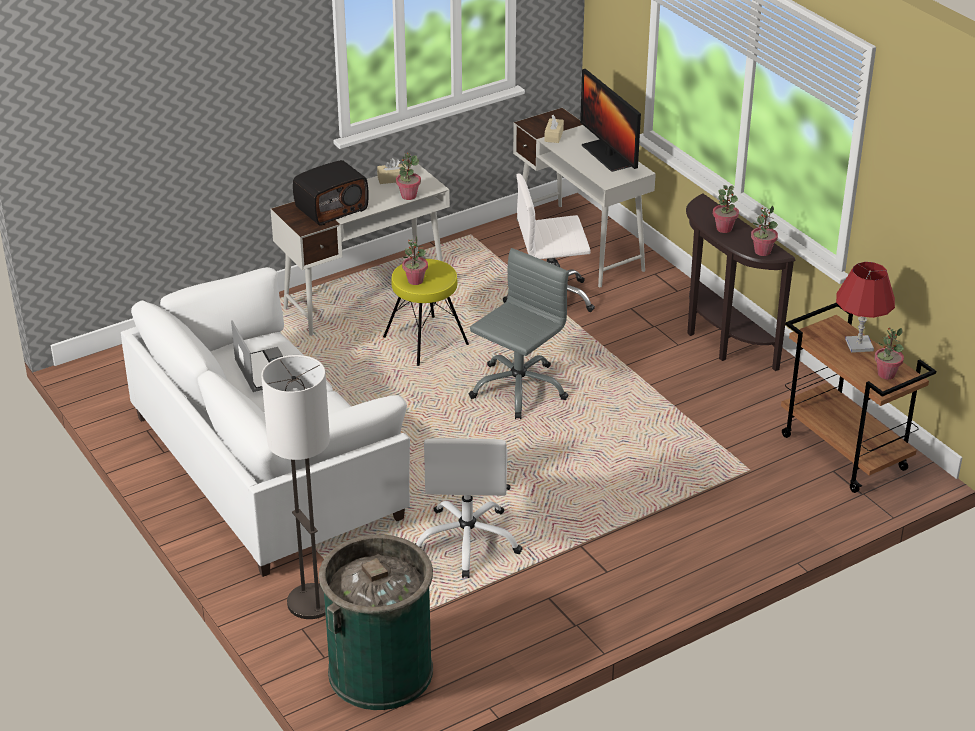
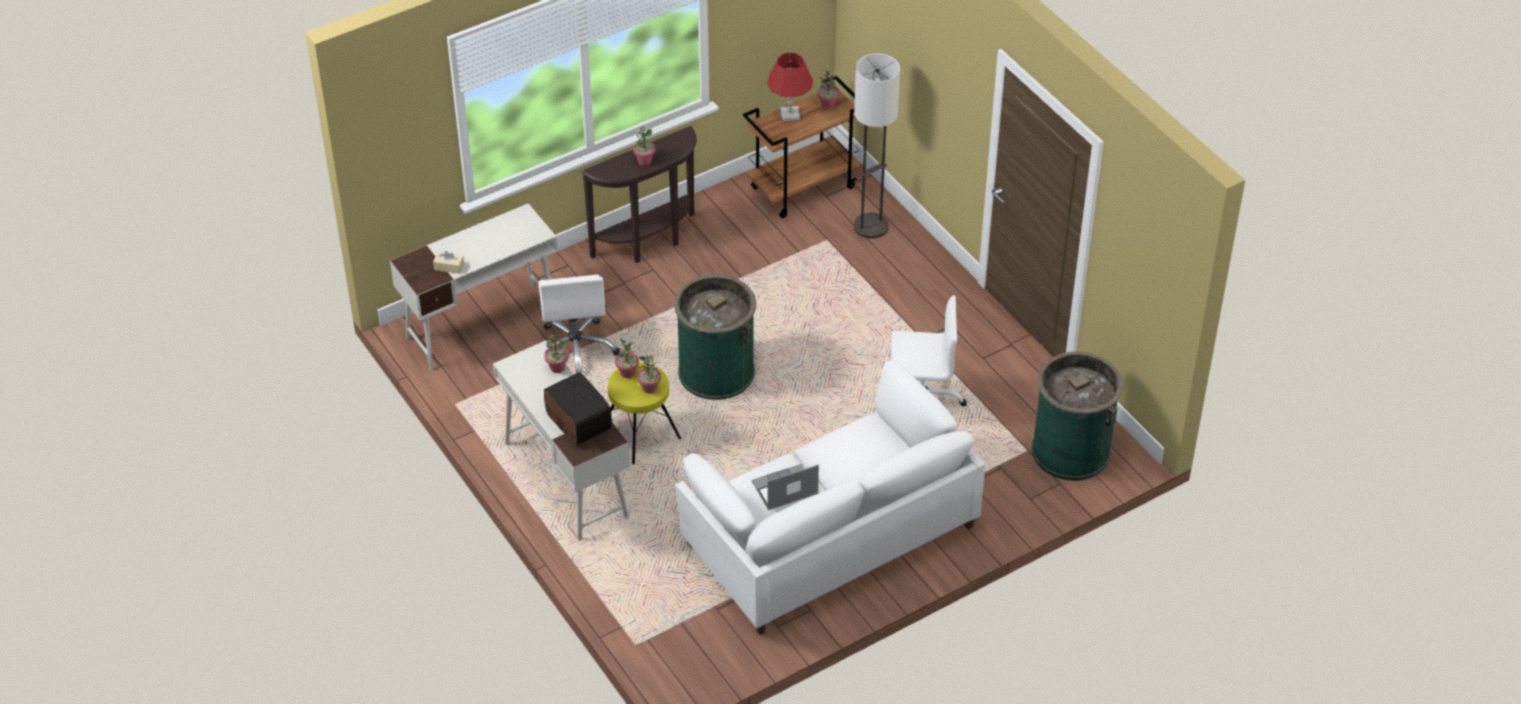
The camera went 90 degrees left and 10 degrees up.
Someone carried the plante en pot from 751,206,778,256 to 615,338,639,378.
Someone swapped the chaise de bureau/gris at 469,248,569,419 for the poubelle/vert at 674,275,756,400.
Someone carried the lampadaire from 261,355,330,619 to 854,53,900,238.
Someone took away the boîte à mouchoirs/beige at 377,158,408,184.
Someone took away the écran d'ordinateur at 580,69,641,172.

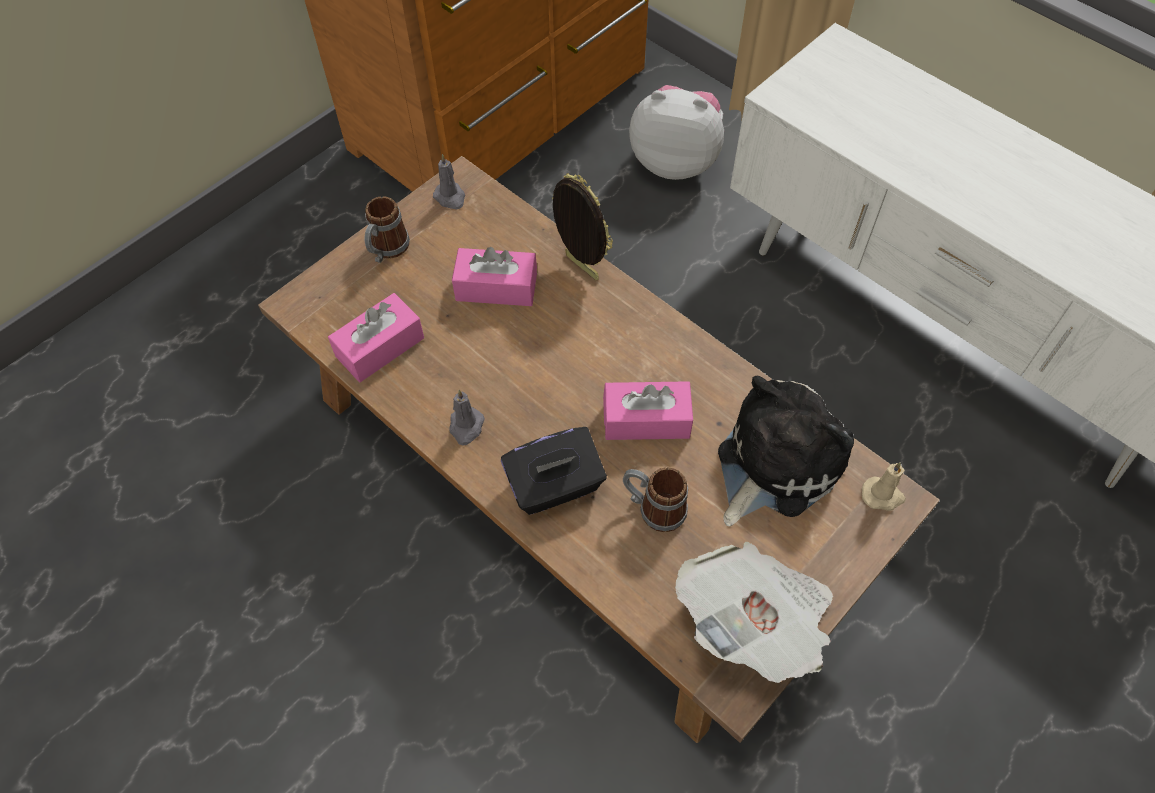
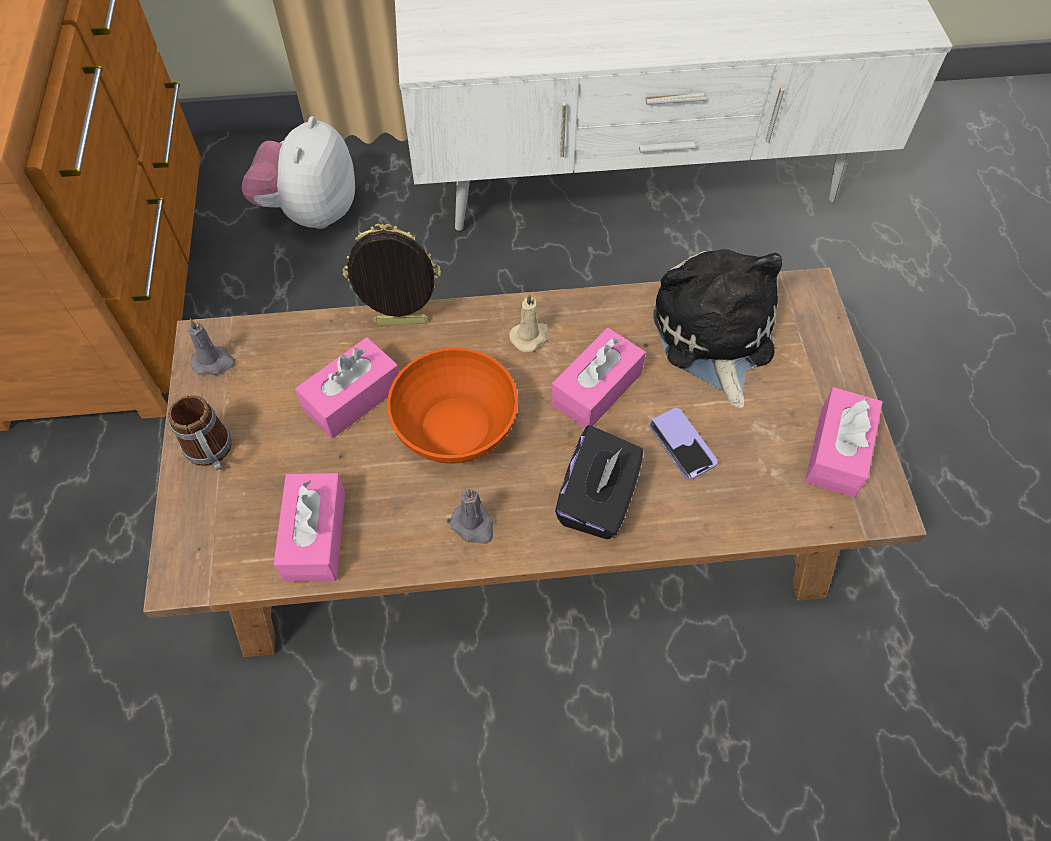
The camera went 50 degrees left and 0 degrees up.
Someone rotated the peluche at 629,85,724,180 by 45 degrees counterclockwise.
Someone put down the bol/orange at 387,348,518,464.
Someone carried the bougie/beige from 862,462,906,511 to 509,293,549,352.
Someone swapped the mug at 623,467,688,532 for the téléphone at 649,408,717,480.
Someone swapped the journal at 675,542,833,683 for the boîte à mouchoirs/rose at 805,387,883,497.

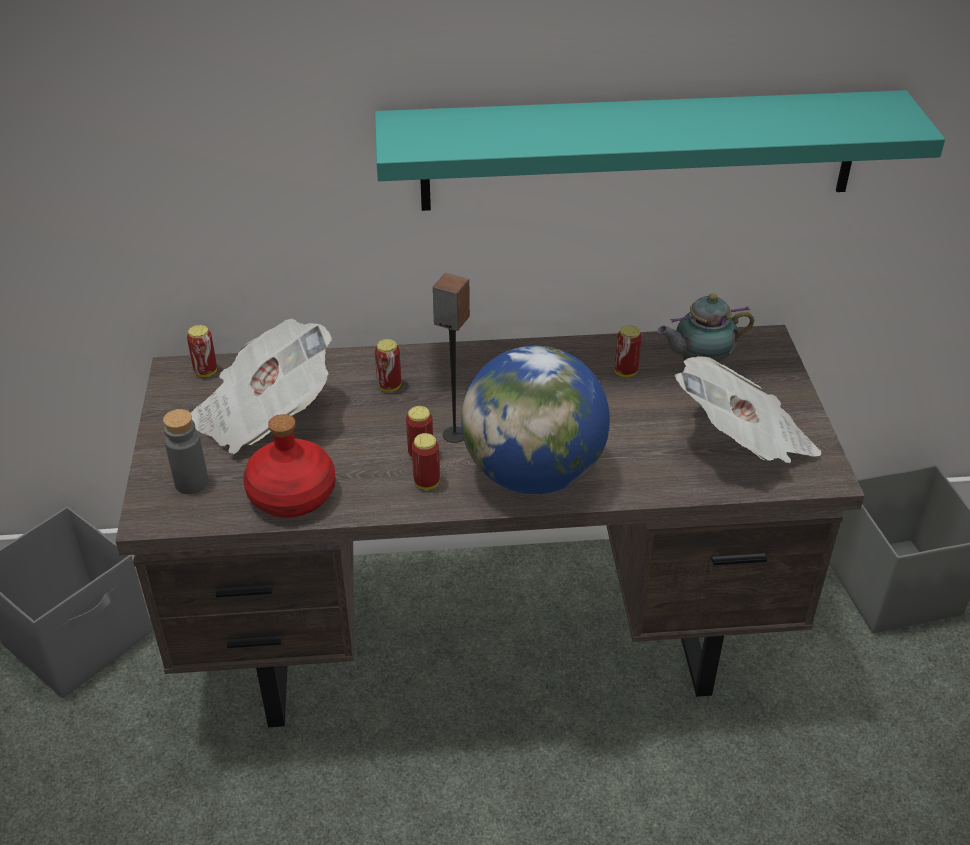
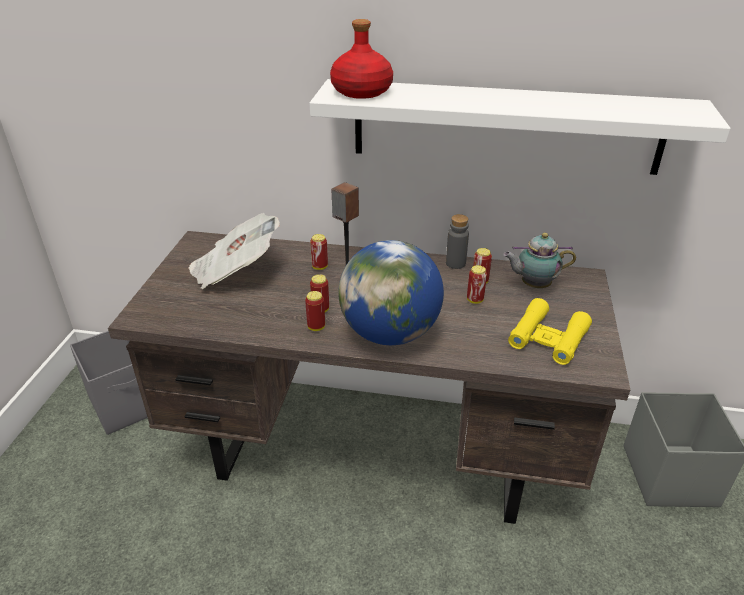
The camera went 15 degrees right and 5 degrees down.
Someone repainted the étagère/turquoise at 375,90,945,211, which became the étagère/blanc at 310,79,731,175.
Someone carried the bouteille/rouge from 243,414,336,517 to 330,19,393,99.
Someone carried the bouteille/gris from 163,409,209,494 to 446,214,469,269.
Someone carried the boîte métallique from 187,325,217,377 to 467,265,487,304.
Someone swapped the journal at 674,356,821,463 for the jumelles/jaune at 508,298,592,365.

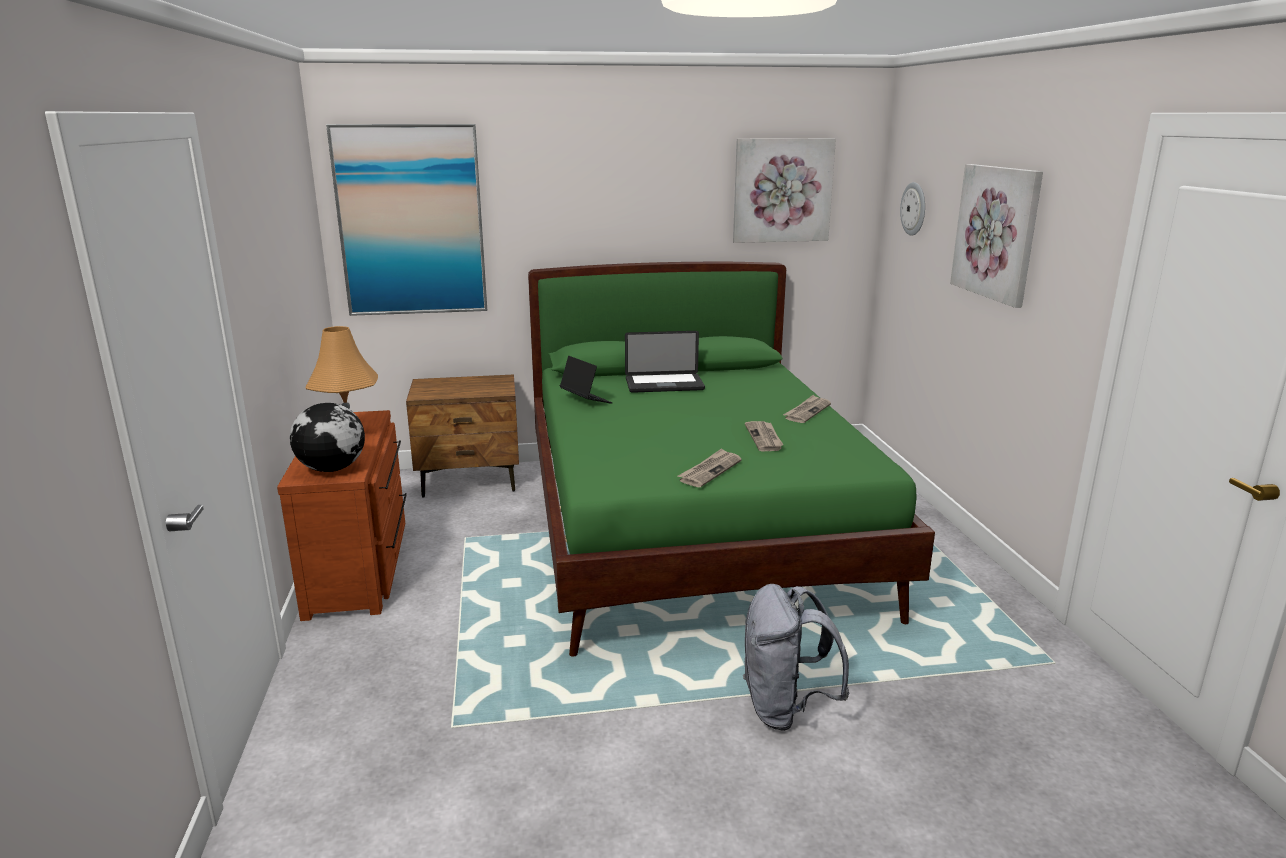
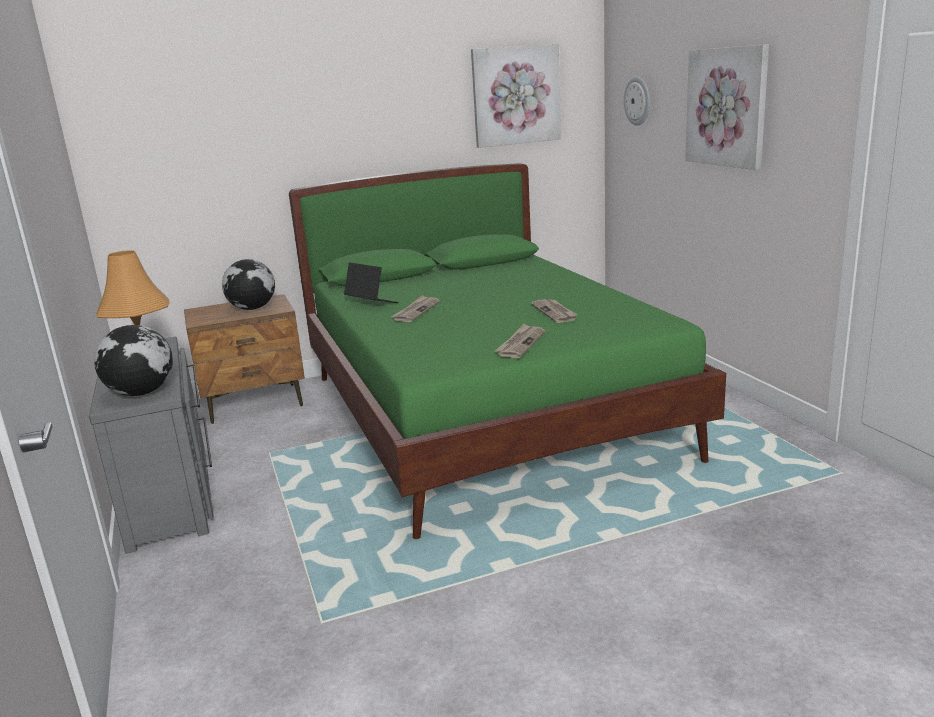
The camera went 10 degrees left and 0 degrees up.
Someone repainted the commode/marron at 277,410,407,621, which became the commode/gris at 89,336,214,554.
Someone put down the globe at 222,259,275,310.
Someone carried the journal from 783,395,831,423 to 391,295,440,322.
Someone took away the tableau at 326,124,487,316.
Someone took away the ordinateur portable at 625,331,705,393.
Someone took away the sac à dos/gris at 743,584,849,731.

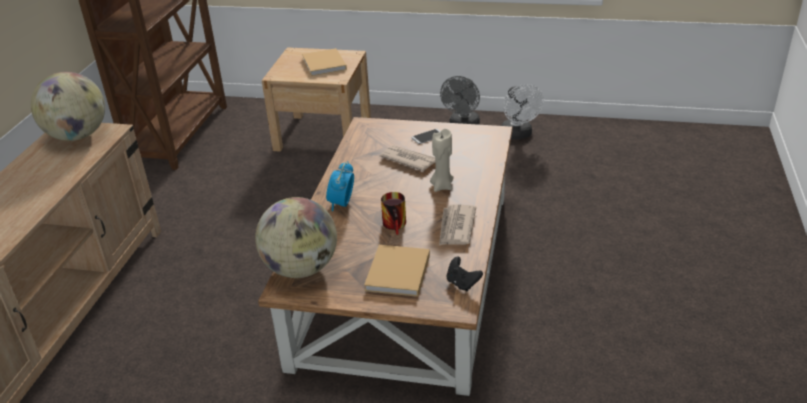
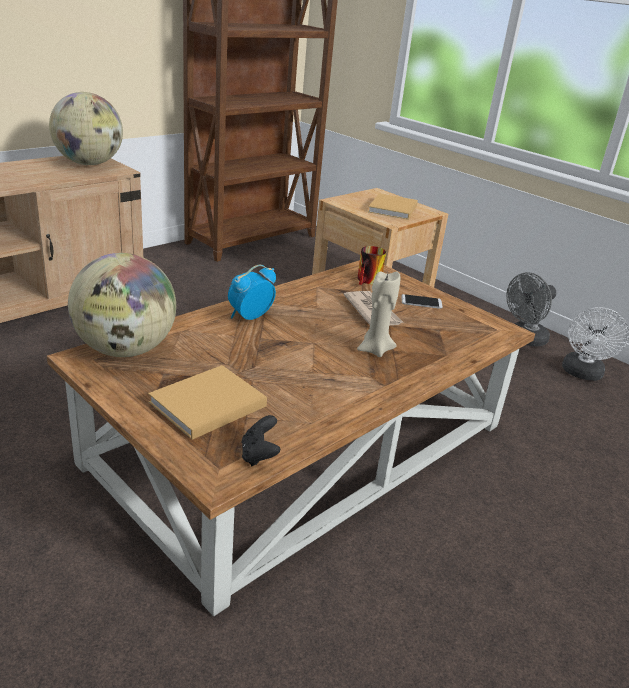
The camera went 30 degrees right and 5 degrees down.
Someone carried the mug from 381,192,406,235 to 358,246,386,285.
Someone took away the journal at 439,205,476,245.

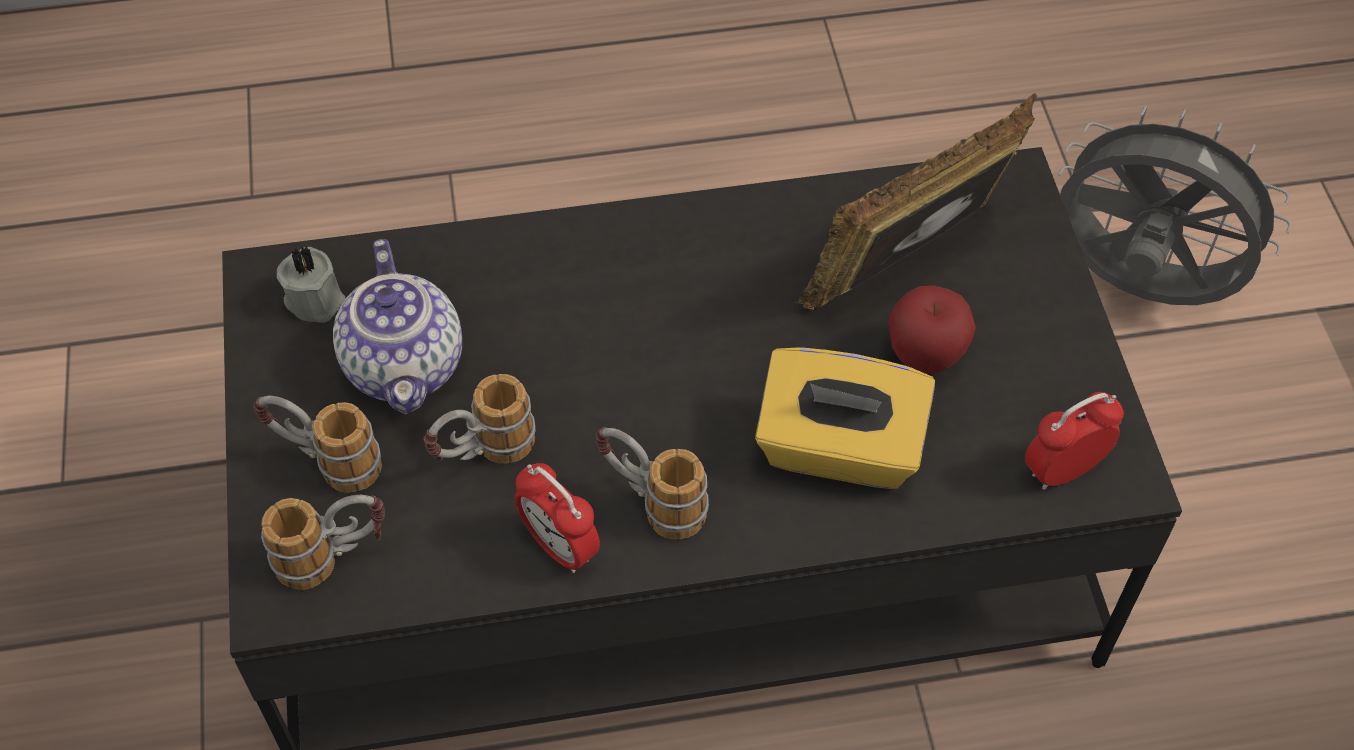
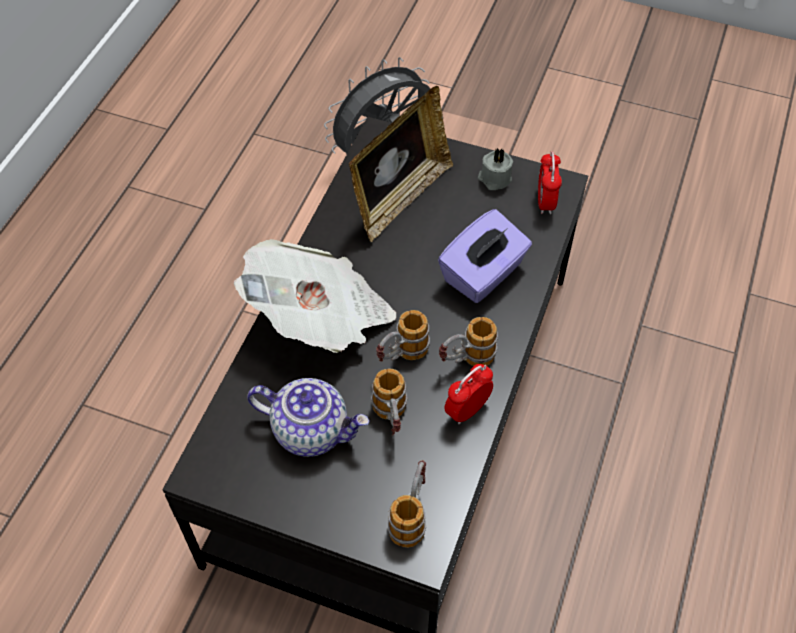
The camera went 60 degrees left and 0 degrees up.
Someone put down the journal at 234,239,396,353.
Someone rotated the cadre photo at 794,93,1037,310 by 135 degrees counterclockwise.
Someone carried the mug from 254,395,382,493 to 376,310,430,362.
Someone repainted the boîte à mouchoirs/jaune at 755,347,935,489, which became the boîte à mouchoirs/violet at 438,209,532,303.
Someone rotated the réveil at 515,463,600,573 by 150 degrees clockwise.
Someone carried the bougie/gris from 277,245,346,323 to 478,148,513,190.
Someone took away the pomme at 888,286,976,374.

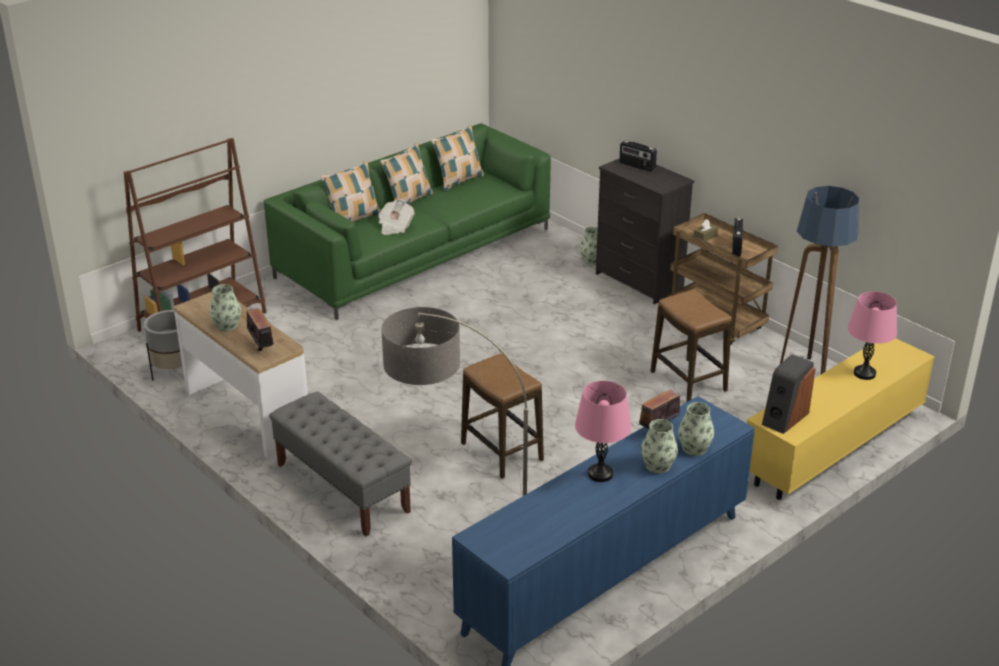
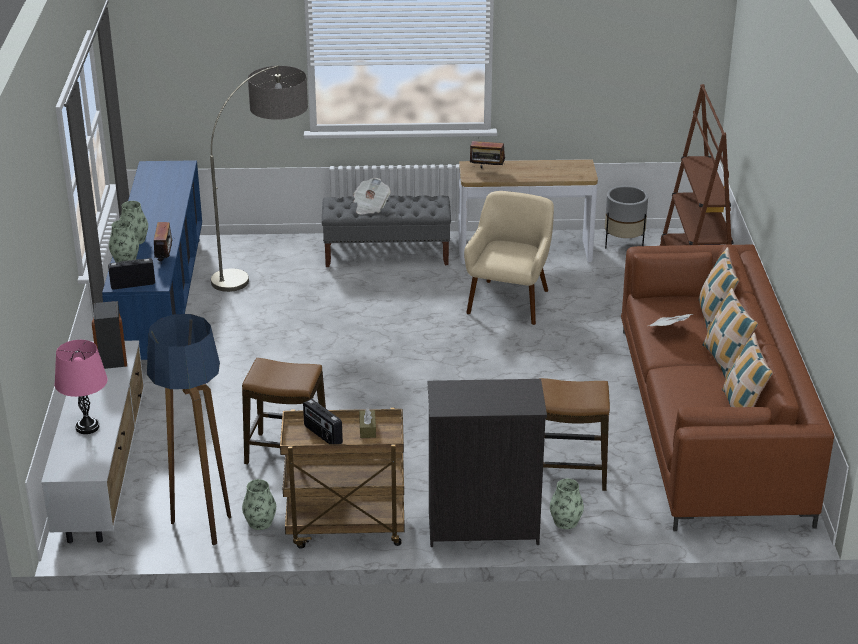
The camera went 130 degrees right and 0 degrees up.
Someone repainted the meuble télé/jaune at 747,338,935,500, which became the meuble télé/blanc at 41,341,145,543.
Someone carried the radio from 619,140,657,172 to 108,258,155,290.
Someone carried the vase from 209,284,241,331 to 242,479,276,530.
Someone put down the journal at 353,178,391,214.
Someone put down the fauteuil/beige at 464,191,554,325.
Someone carried the tabouret from 461,353,544,479 to 539,378,610,491.
Someone repainted the canapé/vert at 264,123,551,320, which became the canapé/marron at 621,244,834,531.
Someone took away the lampe de table/rose at 575,381,631,482.

